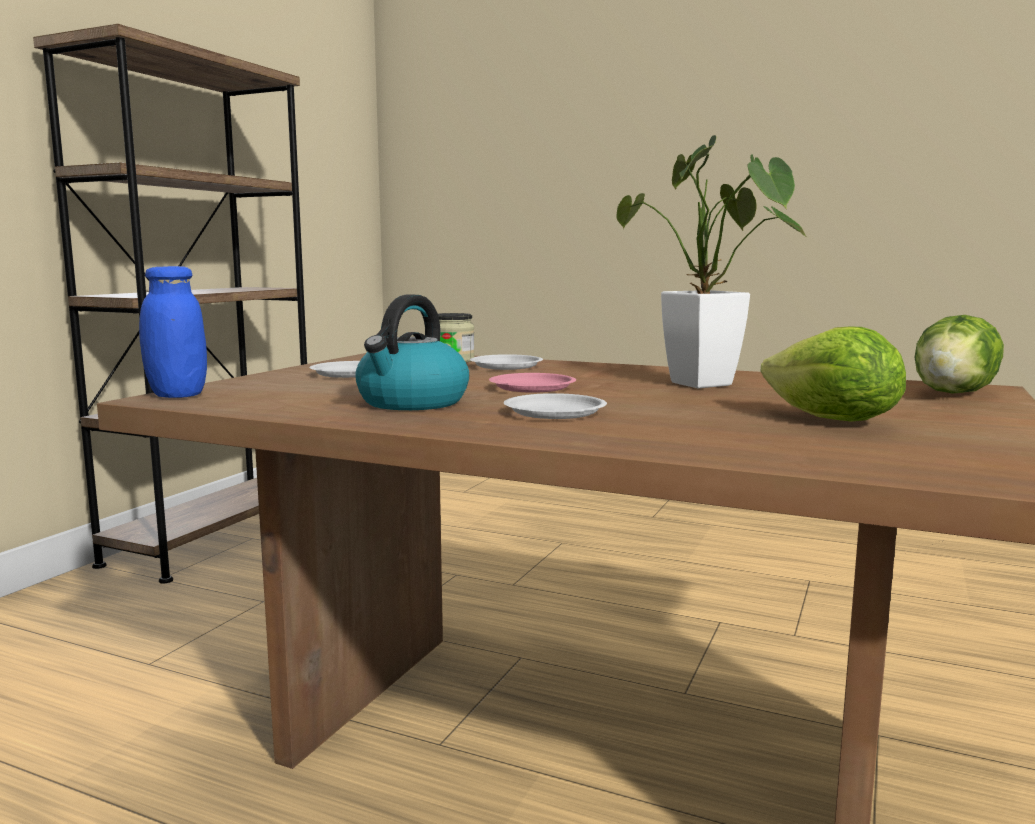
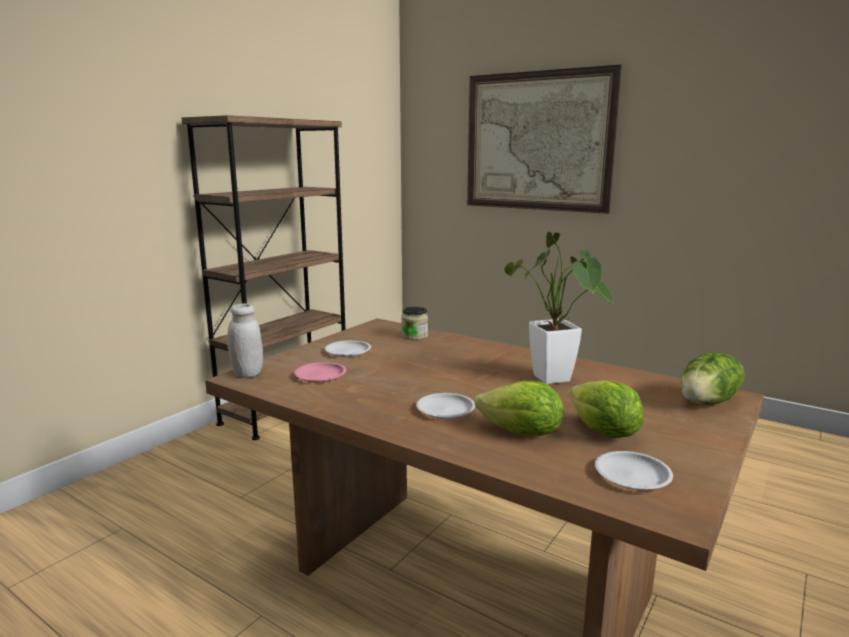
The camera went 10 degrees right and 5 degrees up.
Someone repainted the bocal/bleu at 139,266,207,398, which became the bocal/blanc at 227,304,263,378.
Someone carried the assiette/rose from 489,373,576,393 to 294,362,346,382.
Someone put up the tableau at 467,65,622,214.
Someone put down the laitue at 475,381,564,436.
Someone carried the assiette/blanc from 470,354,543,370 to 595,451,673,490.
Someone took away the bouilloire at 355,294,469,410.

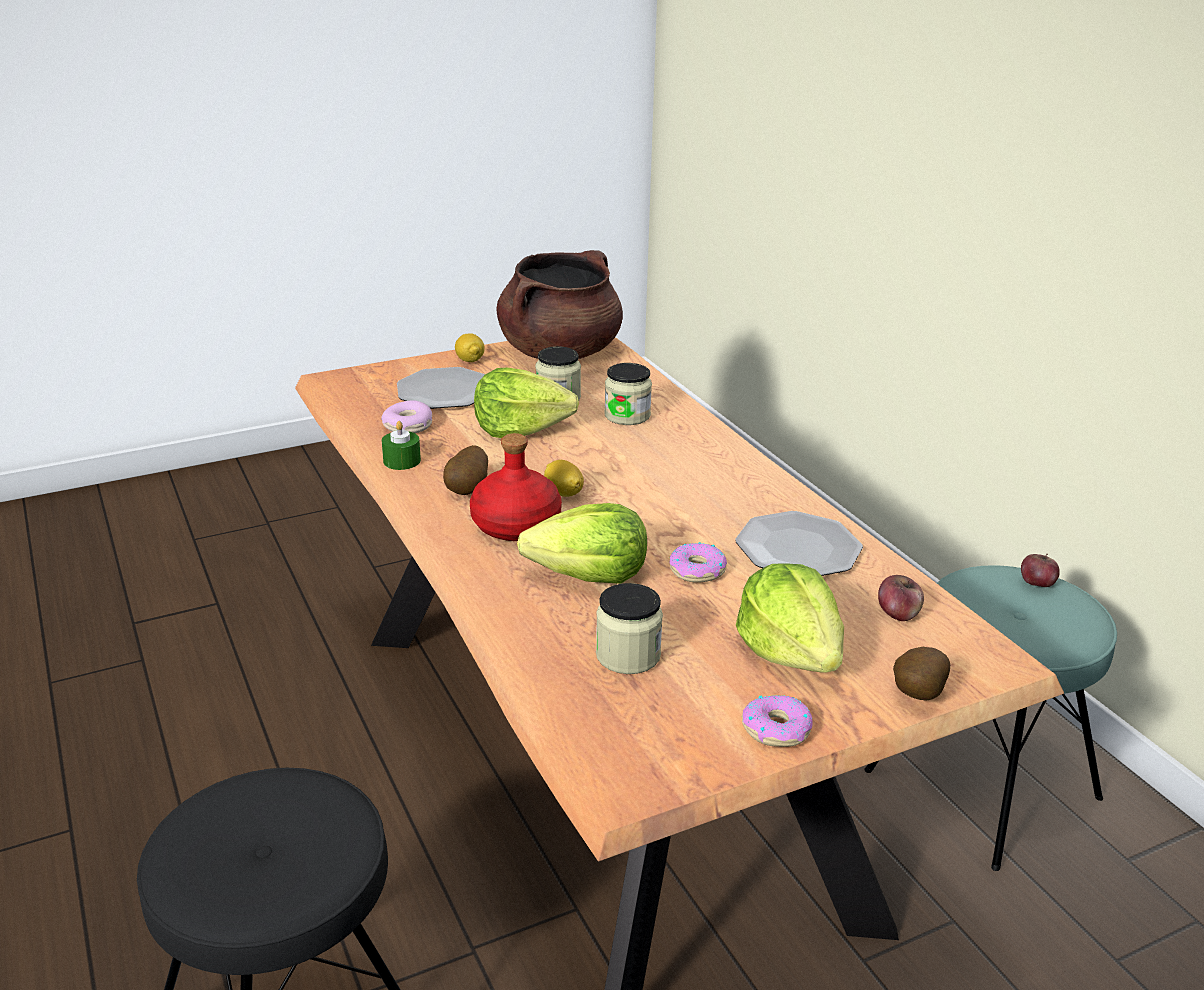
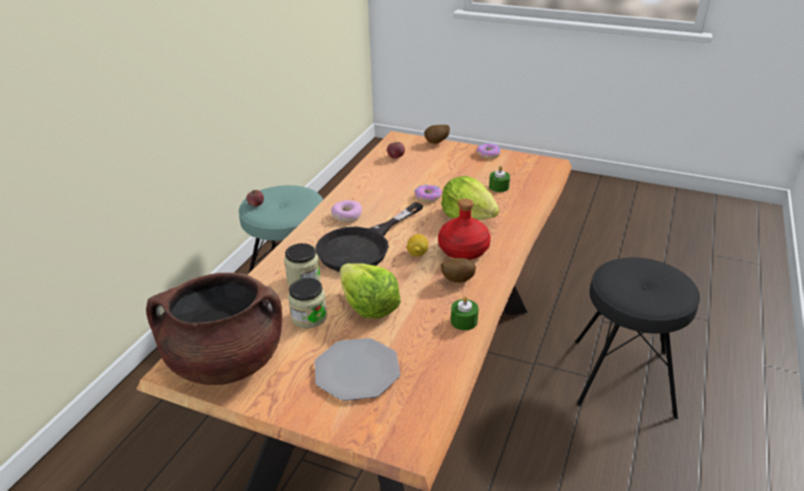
The camera went 130 degrees left and 5 degrees up.
Someone put down the poêle/noir at 316,202,423,272.
Someone carried the beignet from 381,400,432,433 to 331,200,362,222.
Someone swapped the bocal at 596,583,663,674 for the bougie/vert at 489,166,510,192.
Someone took away the citron at 455,334,485,362.
Someone took away the assiette at 735,511,863,576.
Someone took away the laitue at 736,563,844,673.

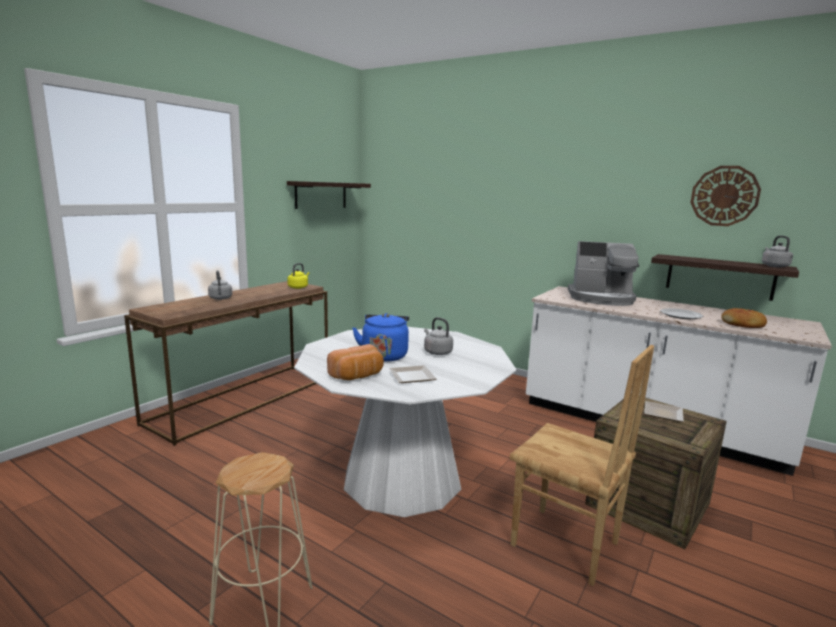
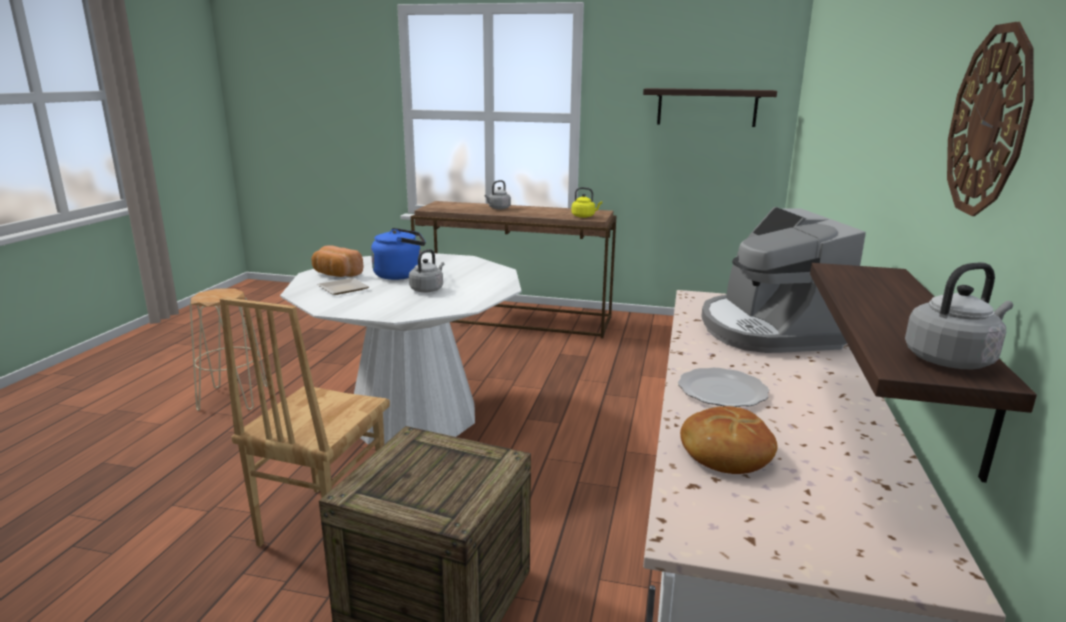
The camera went 70 degrees right and 5 degrees up.
Someone took away the assiette at 644,401,684,422.

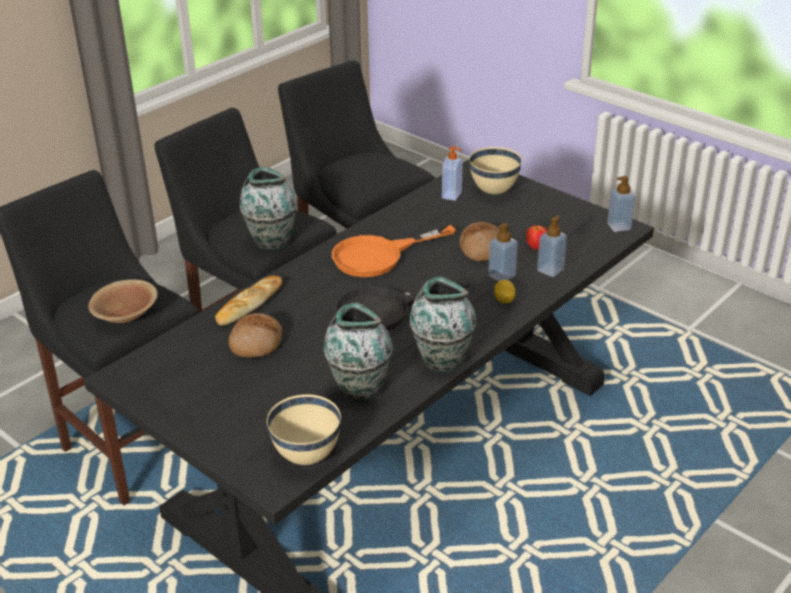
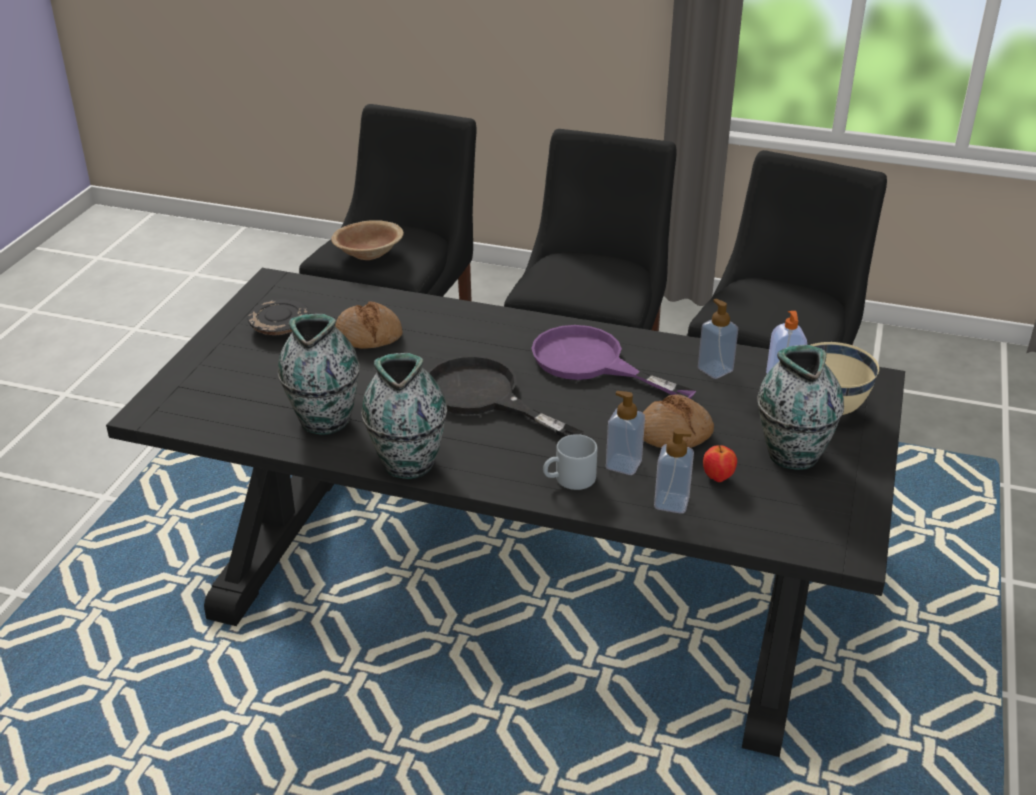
The camera went 65 degrees right and 0 degrees up.
Someone put down the assiette/noir at 248,299,309,335.
Someone repainted the poêle/orange at 332,225,456,277, which became the poêle/violet at 531,325,696,399.
Someone swapped the citron at 494,280,516,303 for the mug/gris at 543,434,597,490.
Someone carried the distributeur de savon from 607,176,635,232 to 698,299,738,379.
Someone carried the vase from 240,167,297,251 to 757,345,844,470.
Someone took away the pain at 215,275,283,325.
Someone took away the bol/beige at 267,394,341,465.

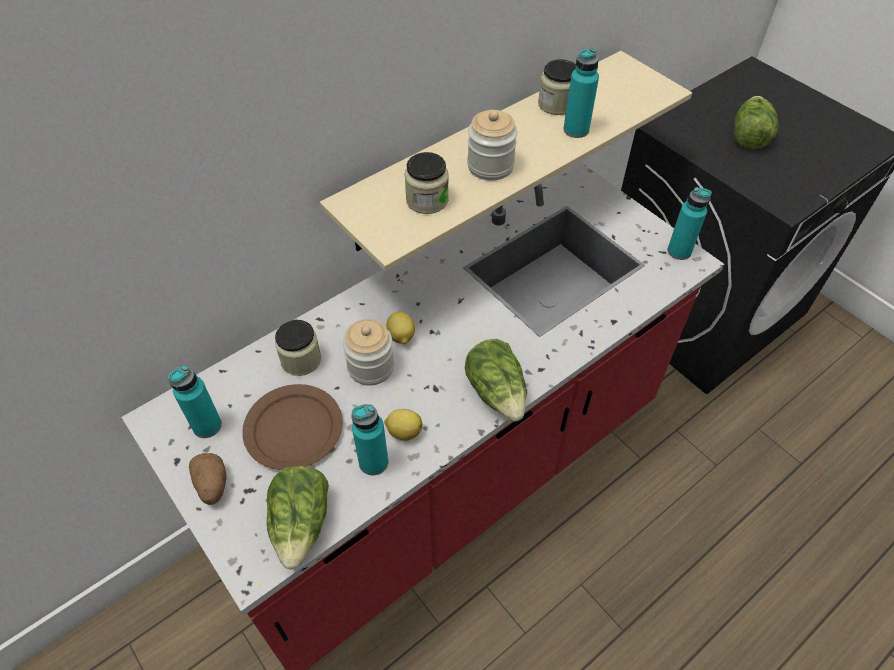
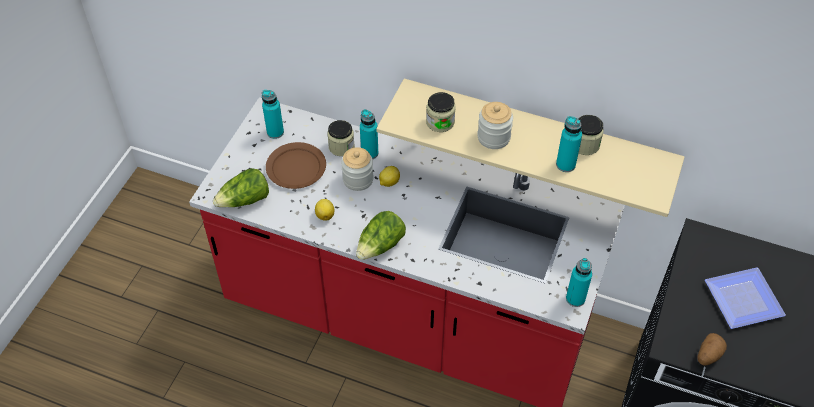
The camera went 60 degrees right and 0 degrees up.
Someone carried the bouteille/turquoise from 351,404,388,476 to 360,109,378,159.
Someone carried the pomme de terre from 189,453,226,505 to 697,333,727,366.
Someone swapped the laitue at 734,96,779,149 for the assiette at 705,267,786,329.

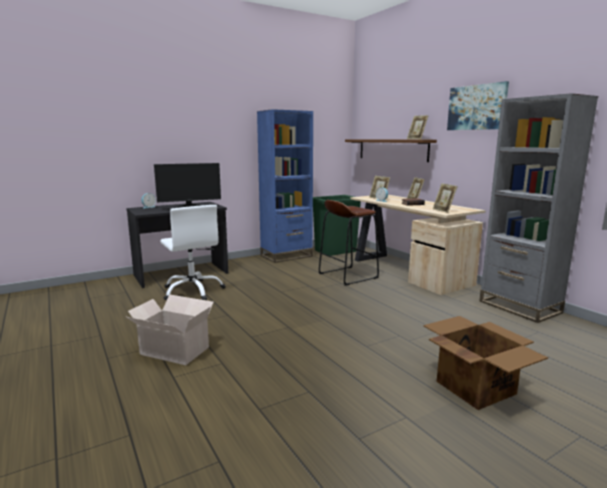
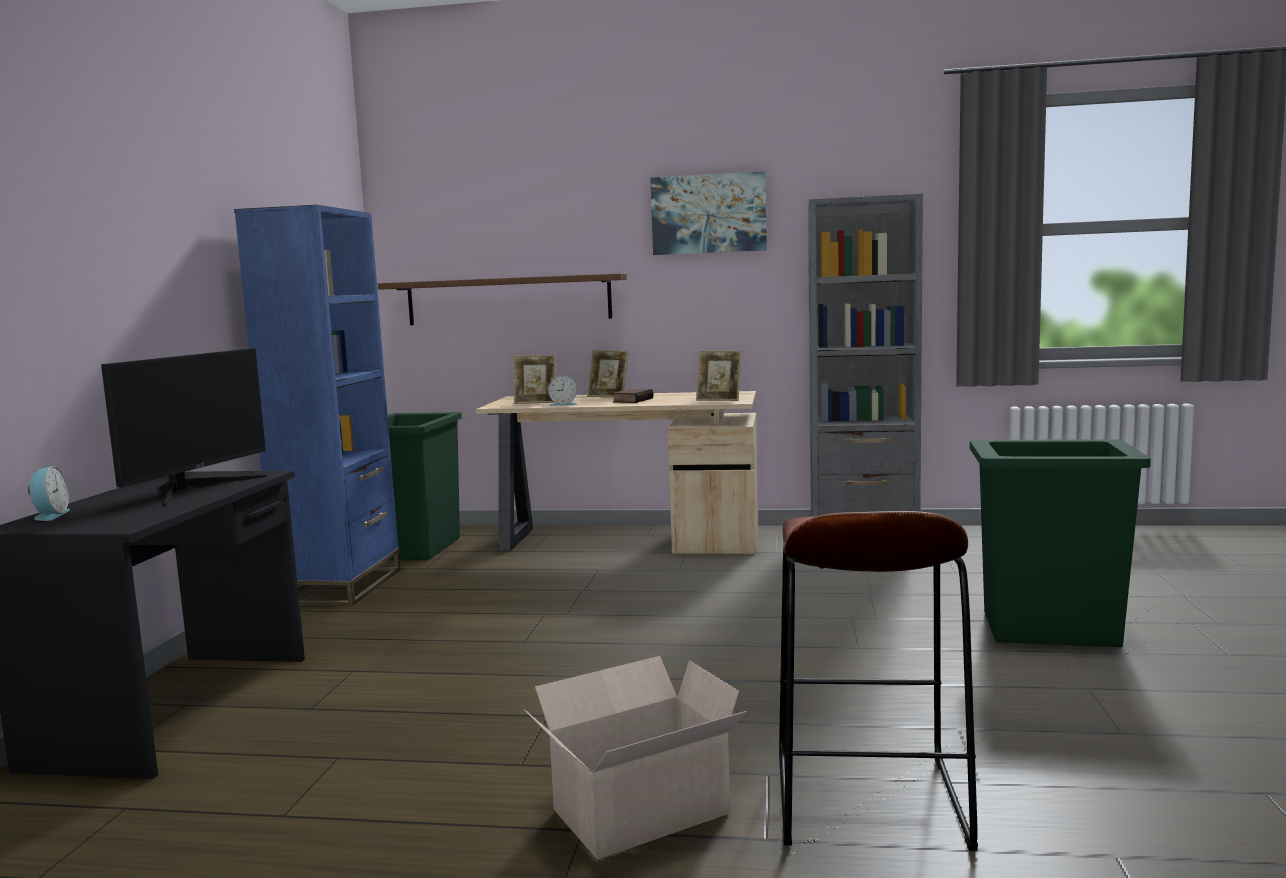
The camera went 50 degrees left and 5 degrees down.
Someone carried the tabouret/marron from 319,200,379,286 to 779,511,978,851.
Someone swapped the carton at 423,316,548,410 for the poubelle/vert at 970,439,1151,647.
Someone took away the chaise de bureau/blanc at 160,205,226,300.
Someone took away the cadre photo at 407,115,428,139.

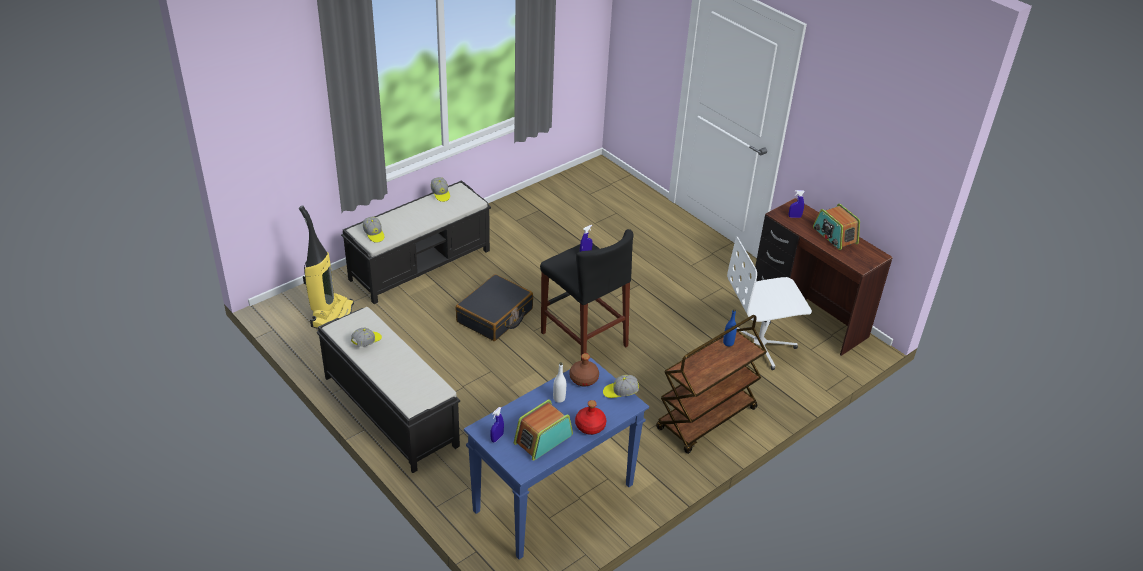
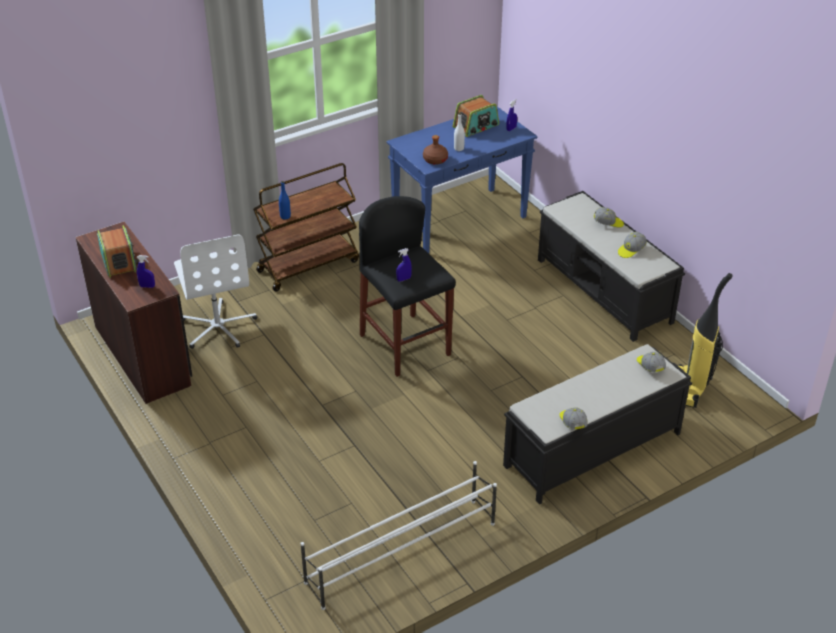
The camera went 170 degrees left and 0 degrees up.
Someone rotated the chaise de bureau/blanc at 727,237,812,370 by 75 degrees clockwise.
Someone put down the étagère à chaussures/blanc at 300,461,497,610.
Someone carried the casquette from 603,375,639,398 to 594,207,624,228.
Someone took away the valise/noir at 456,274,533,341.
Someone took away the bouteille/rouge at 575,400,606,435.

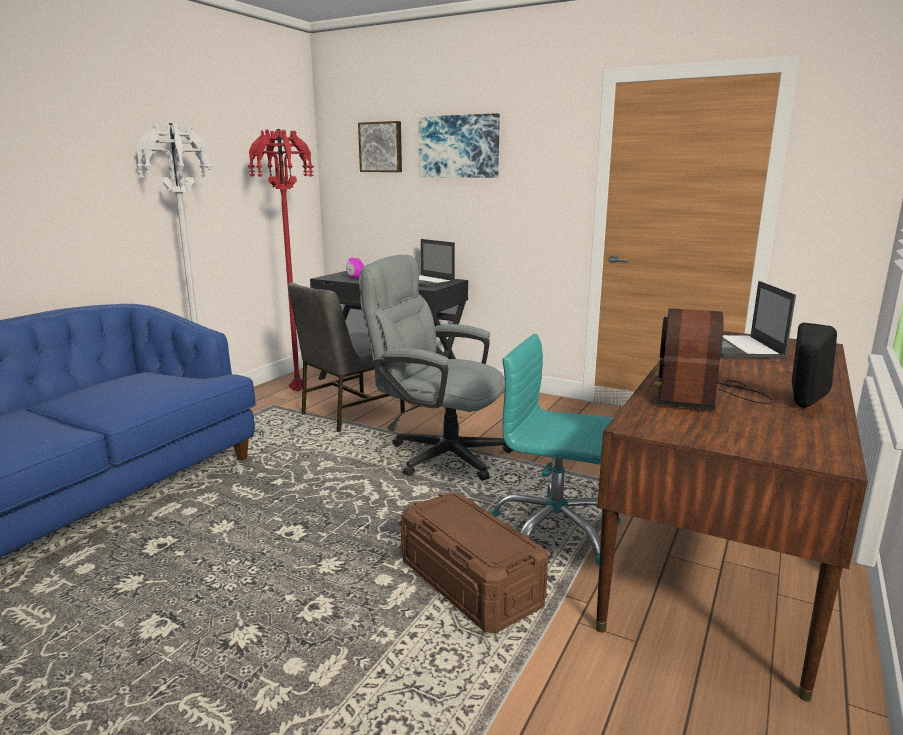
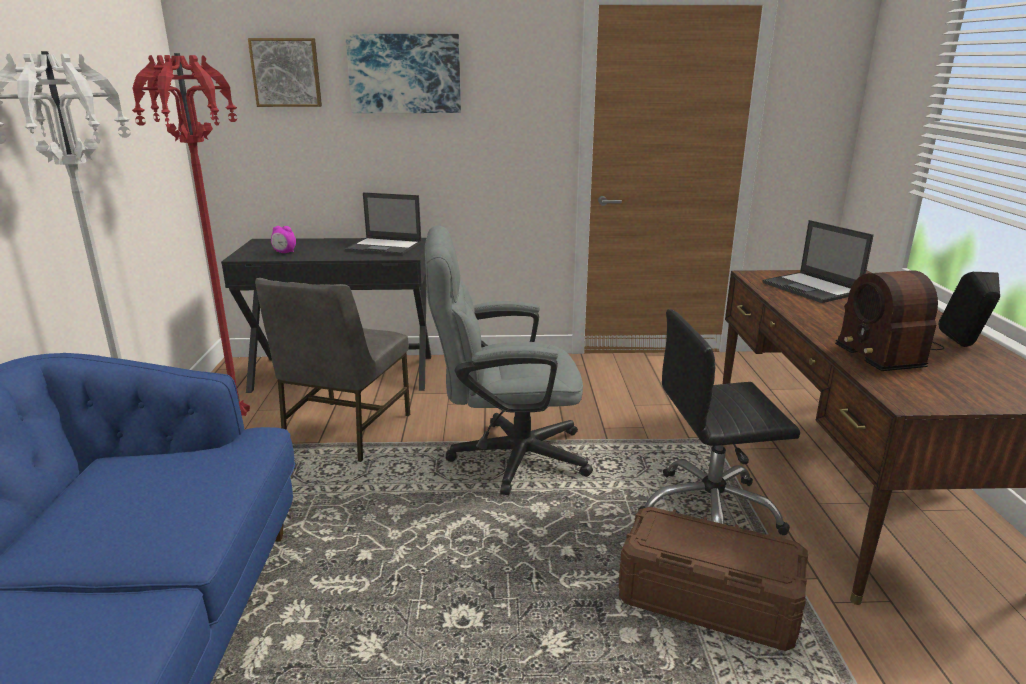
The camera went 30 degrees left and 5 degrees up.
Someone repainted the chaise de bureau/turquoise at 490,334,621,565, which became the chaise de bureau/noir at 638,309,800,535.

